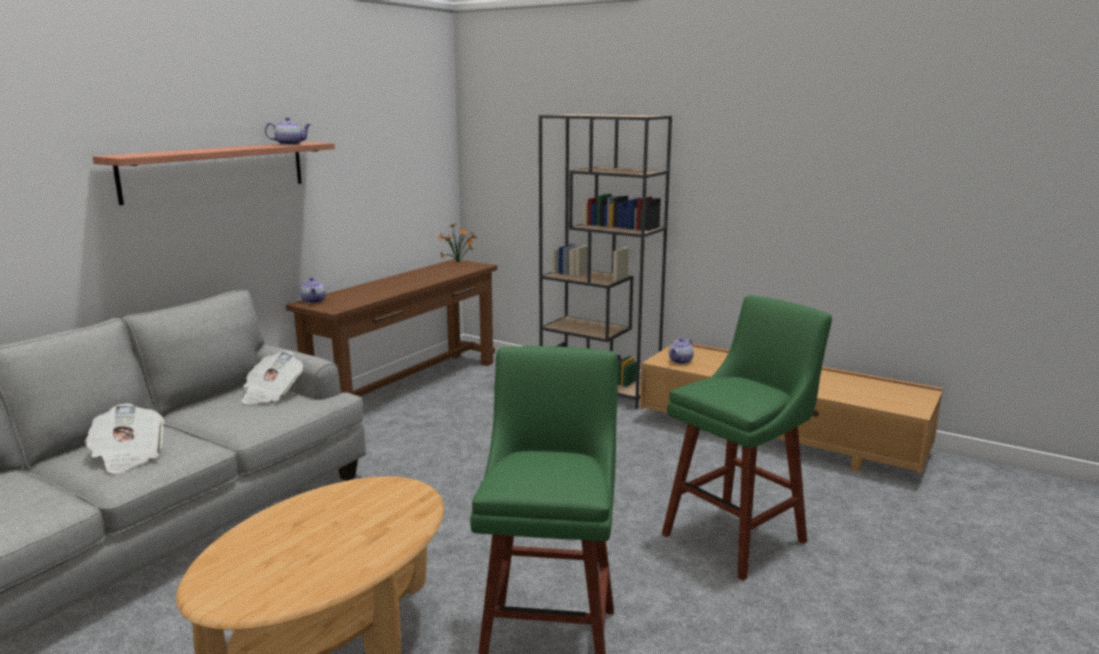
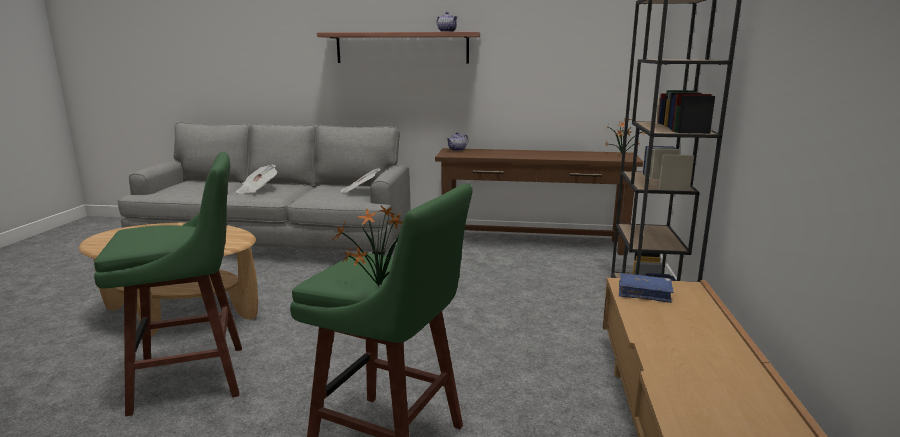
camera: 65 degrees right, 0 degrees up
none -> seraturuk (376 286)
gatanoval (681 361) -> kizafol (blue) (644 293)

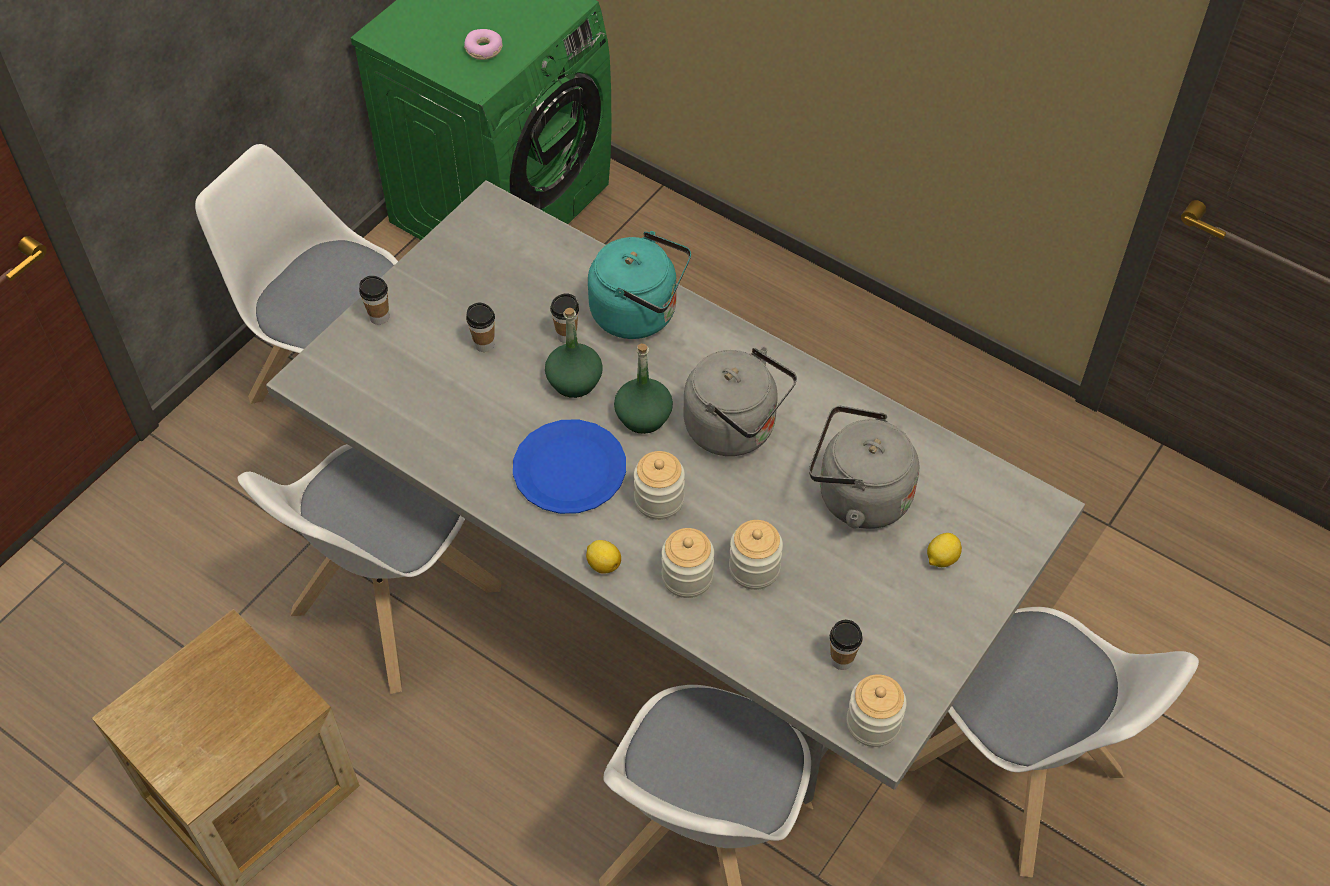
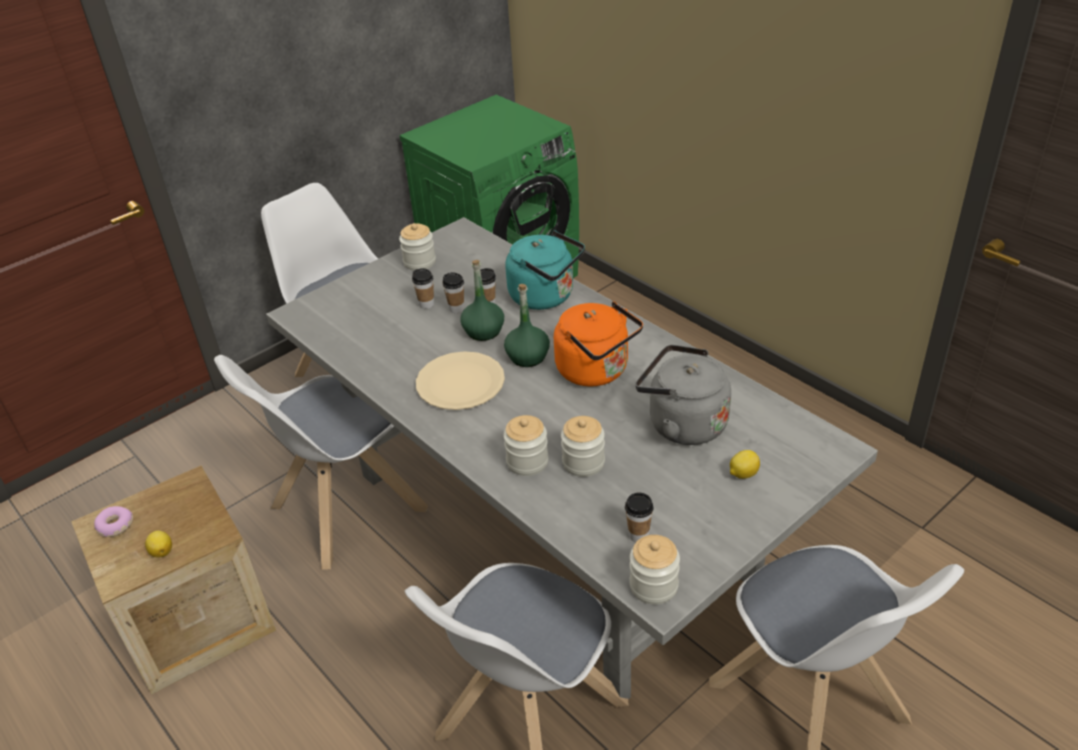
camera: 15 degrees right, 15 degrees down
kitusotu (484 50) -> kitusotu (115 526), shifted
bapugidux (603 564) -> bapugidux (162 551), shifted
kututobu (659 500) -> kututobu (419 262), shifted
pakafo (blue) (569 468) -> pakafo (beige) (460 383)
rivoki (379 317) -> rivoki (456 308), shifted
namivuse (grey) (736 429) -> namivuse (orange) (596 371)

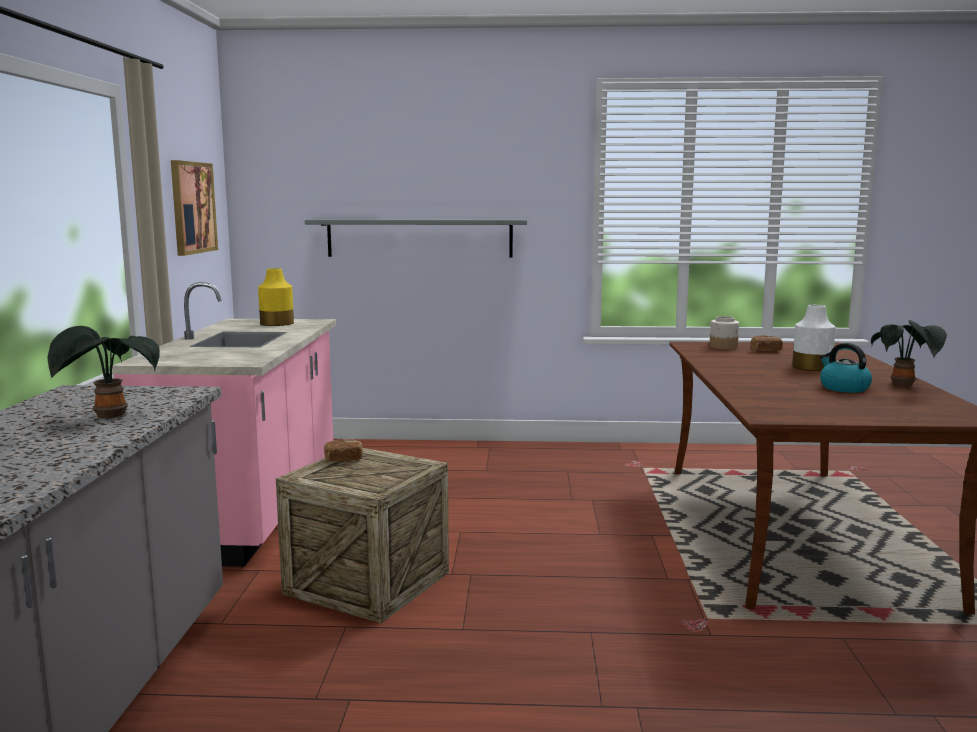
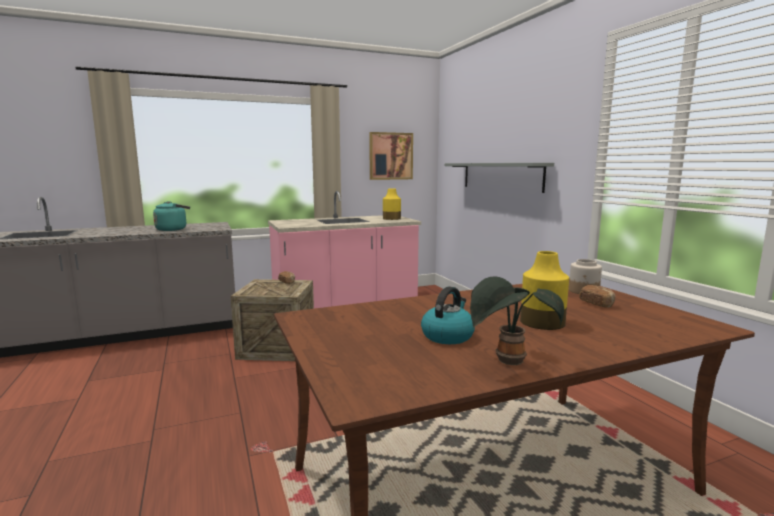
camera: 65 degrees right, 0 degrees up
seraturuk (108 417) -> namivuse (turquoise) (173 229)
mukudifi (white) (812 367) -> mukudifi (yellow) (542 322)

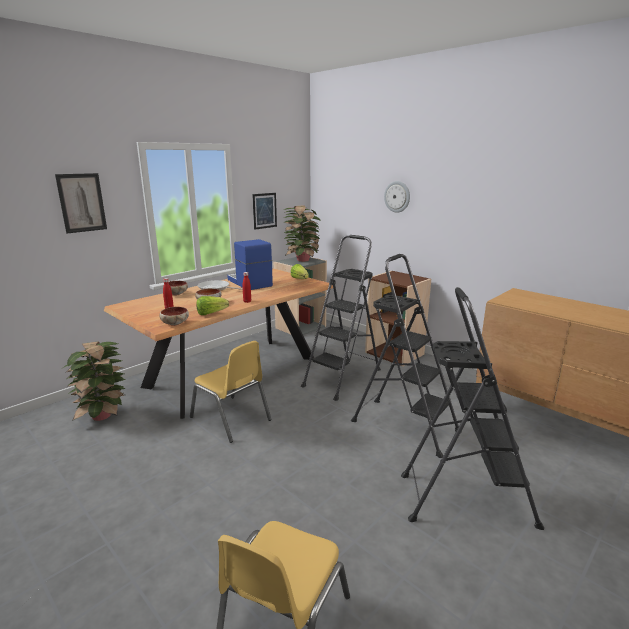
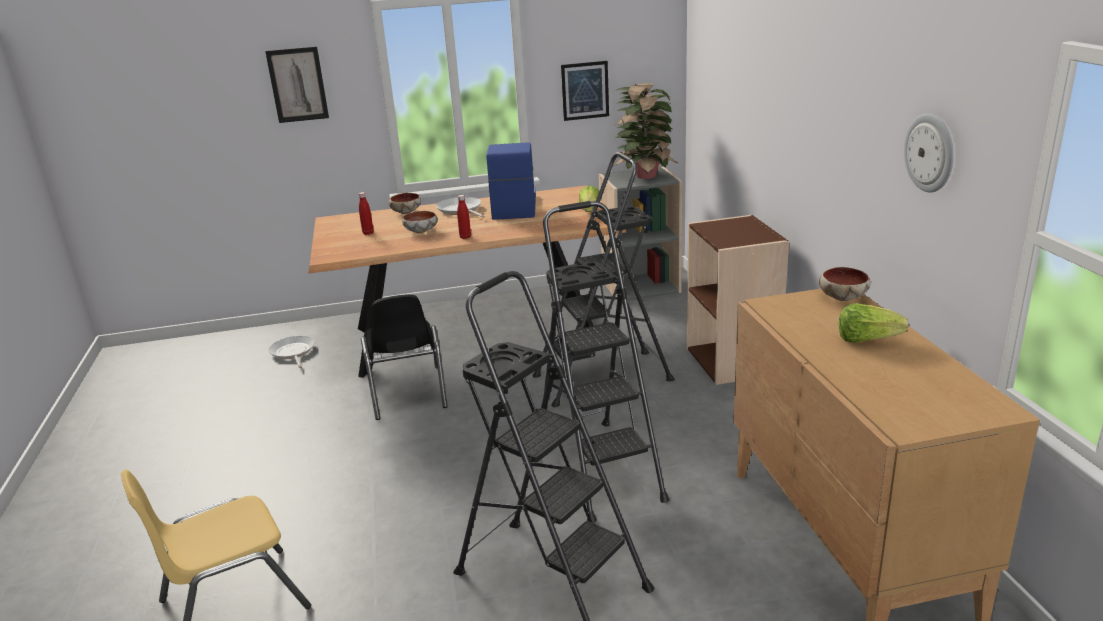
camera: 35 degrees right, 5 degrees up
seraturuk (102 416) -> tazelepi (293 352)
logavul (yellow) (231 419) -> logavul (black) (407 393)
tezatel (175 323) -> tezatel (842 297), shifted
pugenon (211 313) -> pugenon (866 339), shifted
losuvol (397 196) -> losuvol (930 153), shifted

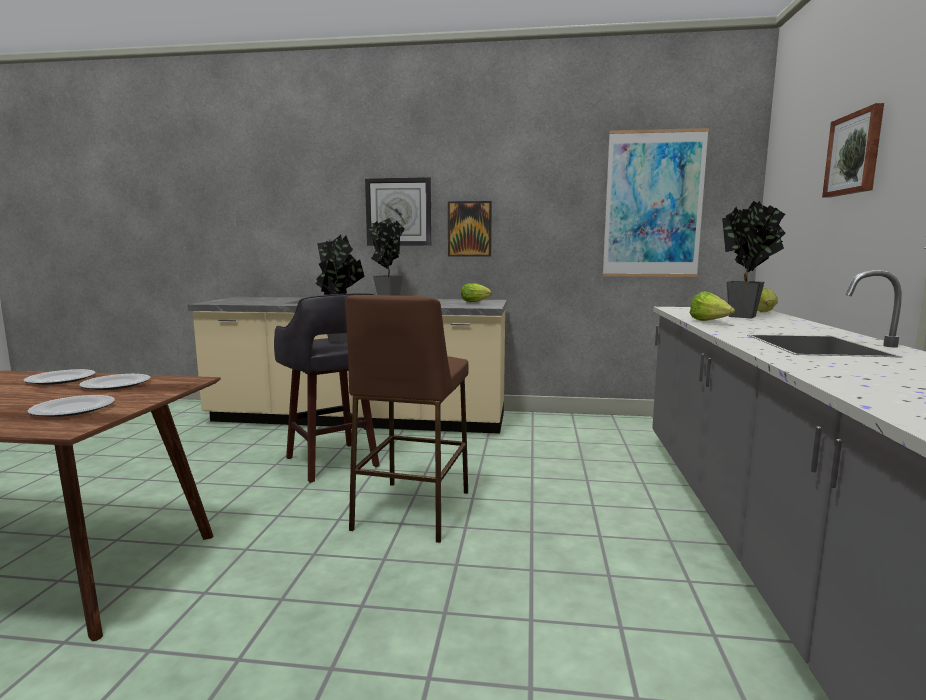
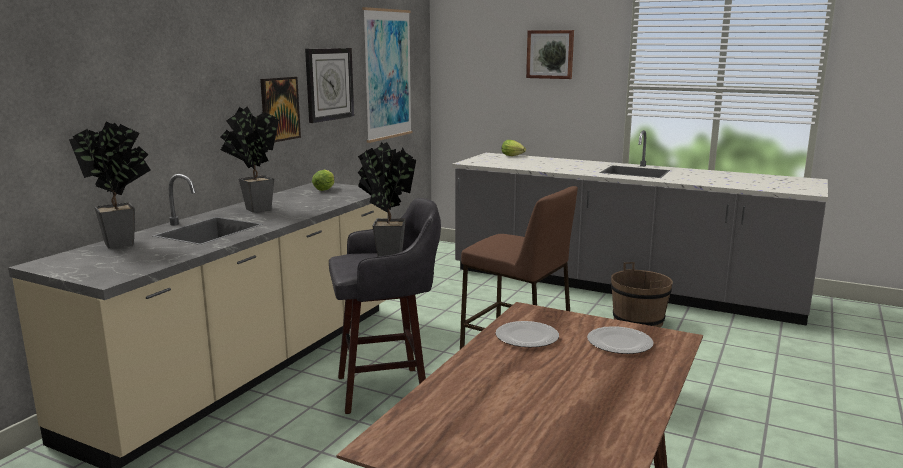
camera: 70 degrees left, 5 degrees up
seraturuk (746 317) -> seraturuk (125 244), shifted
losuvol (399 212) -> losuvol (329 84), shifted
none -> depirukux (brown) (638 321)
pakafo (62 379) -> none
pugenon (710 322) -> none

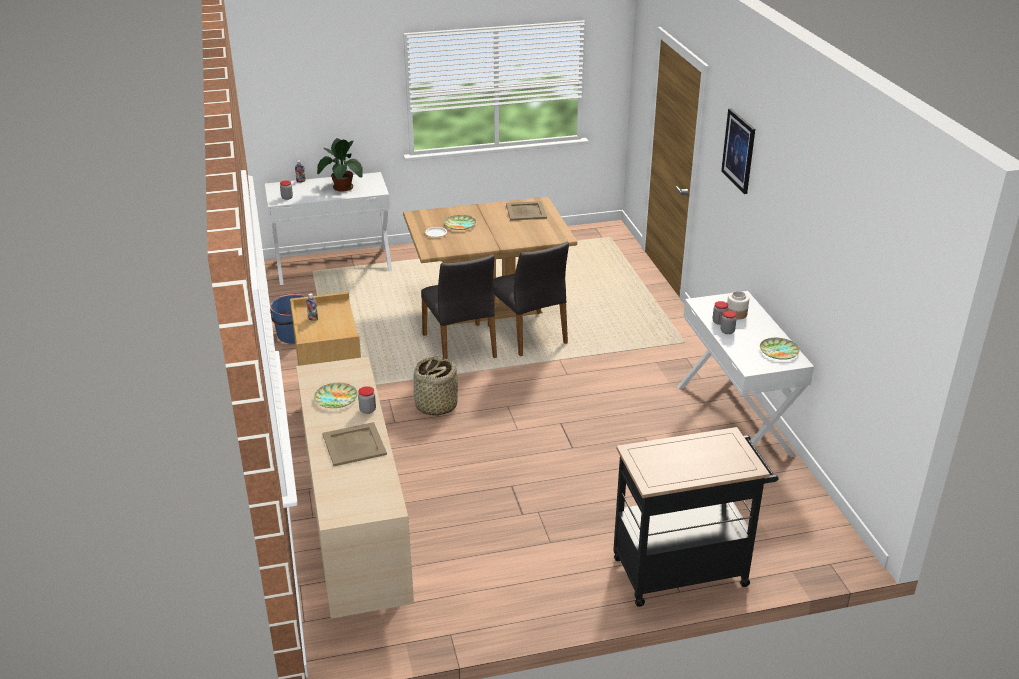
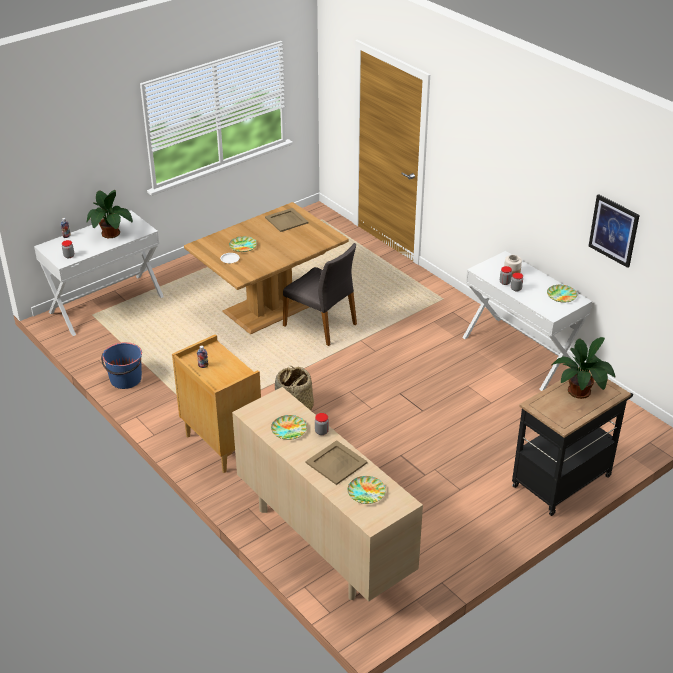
camera: 25 degrees left, 5 degrees up
none -> pakafo (366 492)
none -> seraturuk (581 391)
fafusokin (739 150) -> fafusokin (614 230), shifted
logavul (grey) (460 346) -> none

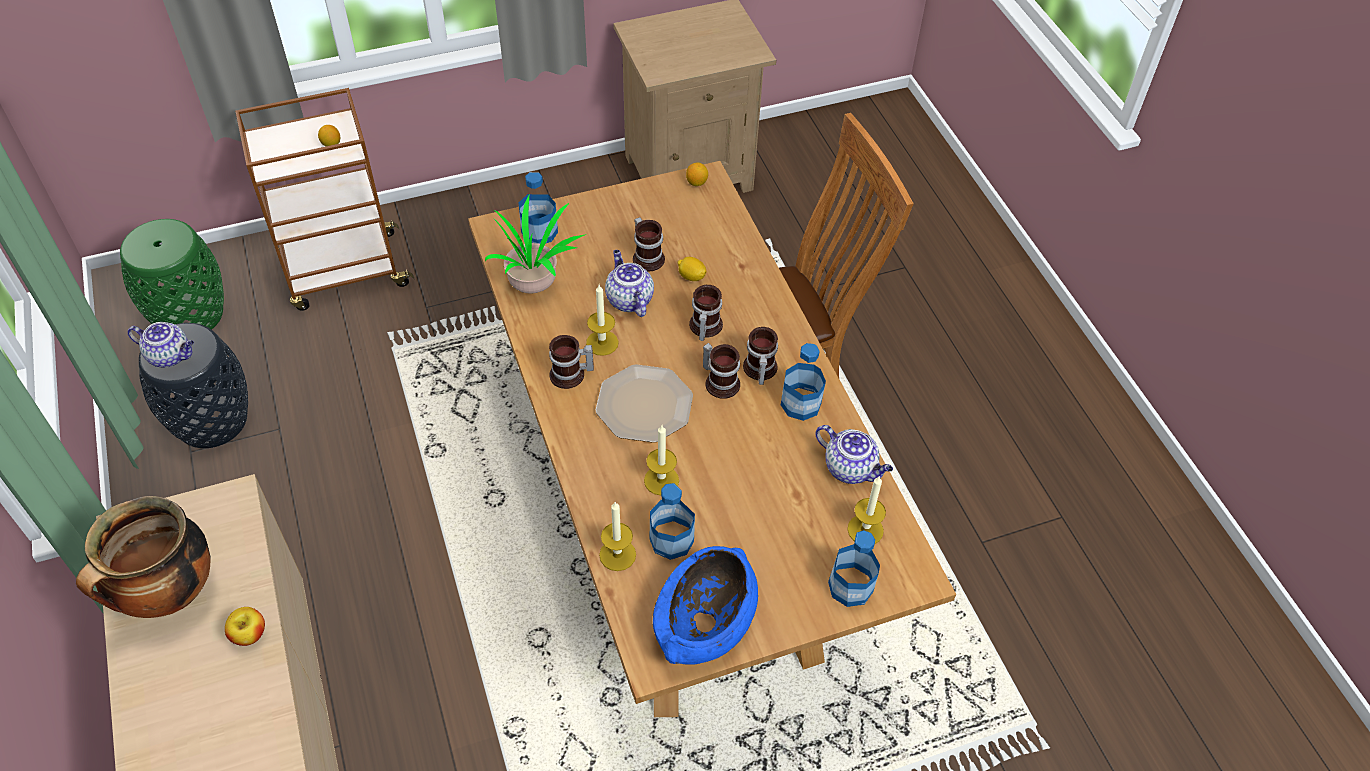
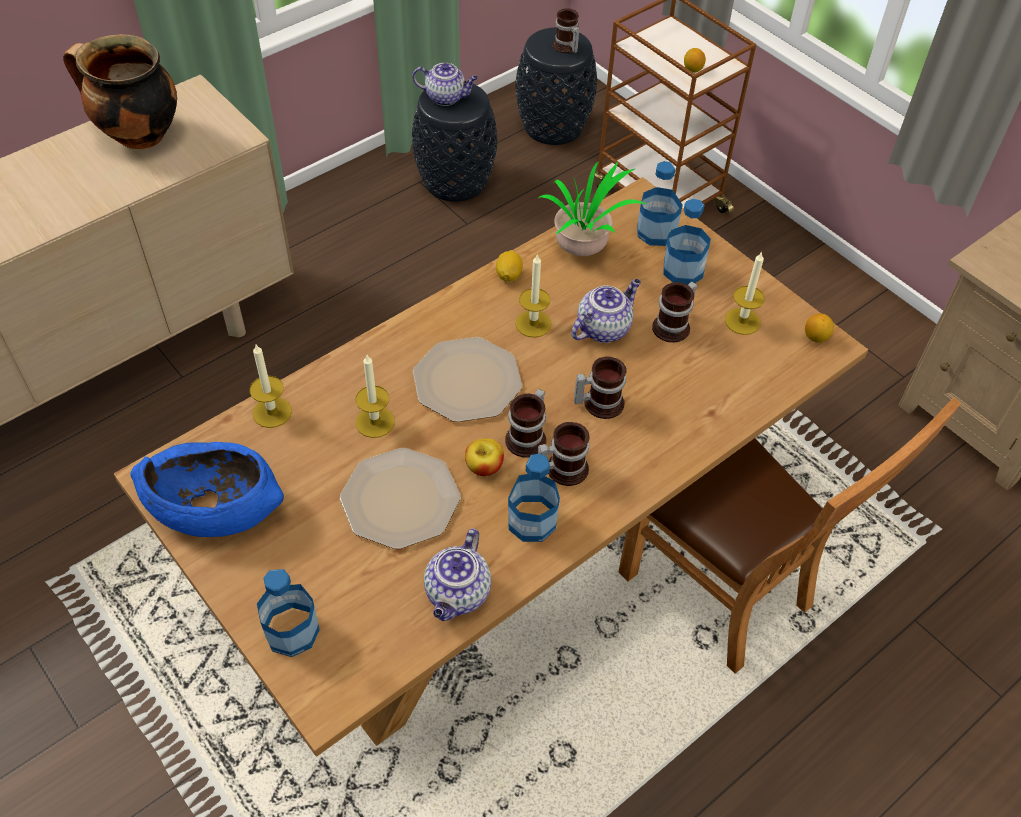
camera: 70 degrees right, 0 degrees up
none -> pakafo (401 500)
gatanoval (171 355) -> gatanoval (446 97), 75 degrees counterclockwise
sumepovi (249 634) -> sumepovi (484 467), shifted
bapugidux (691 277) -> bapugidux (509 275), shifted
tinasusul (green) (190 315) -> tinasusul (black) (553 126)
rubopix (571 376) -> rubopix (566 47), shifted
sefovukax (671 540) -> sefovukax (683 270), shifted
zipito (865 530) -> zipito (742 321), shifted

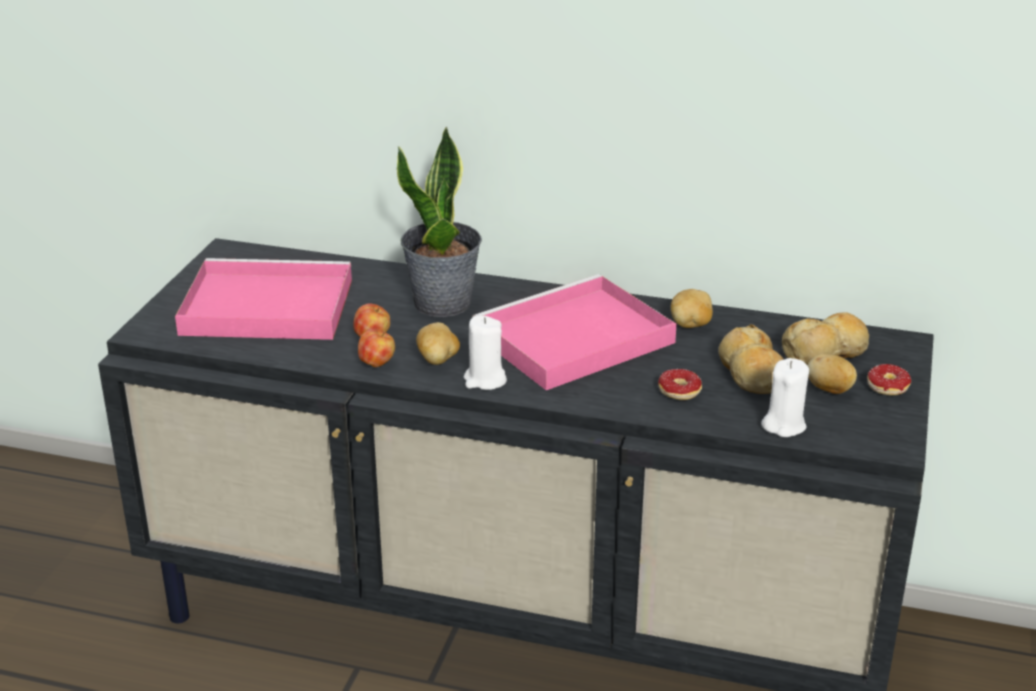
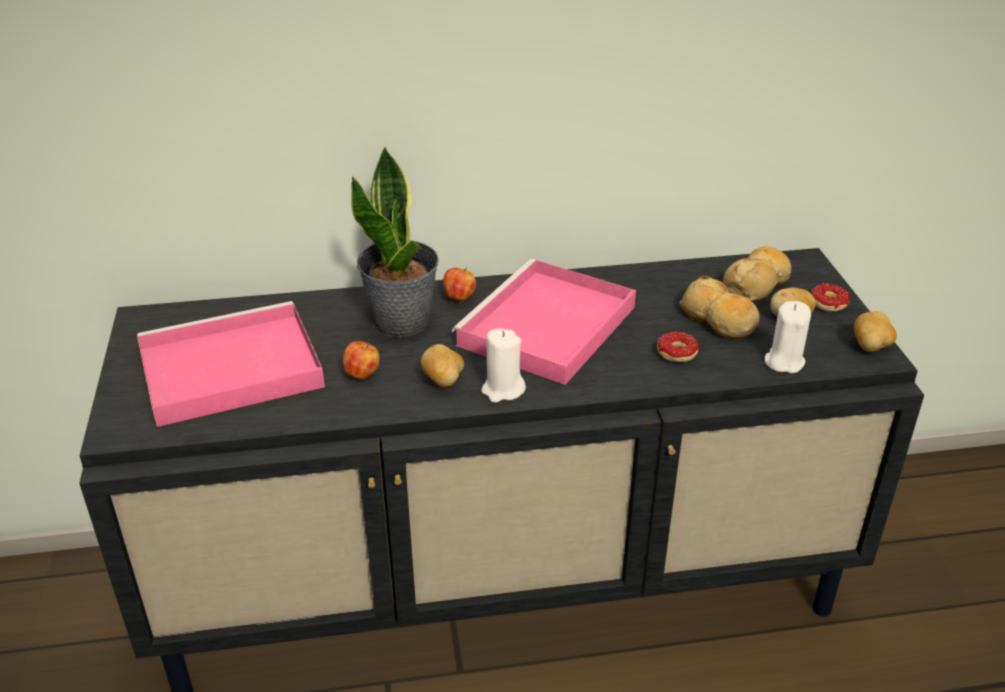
camera: 25 degrees left, 5 degrees up
sumepovi (377 363) -> sumepovi (459 297), shifted
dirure (691 325) -> dirure (870 347), shifted

